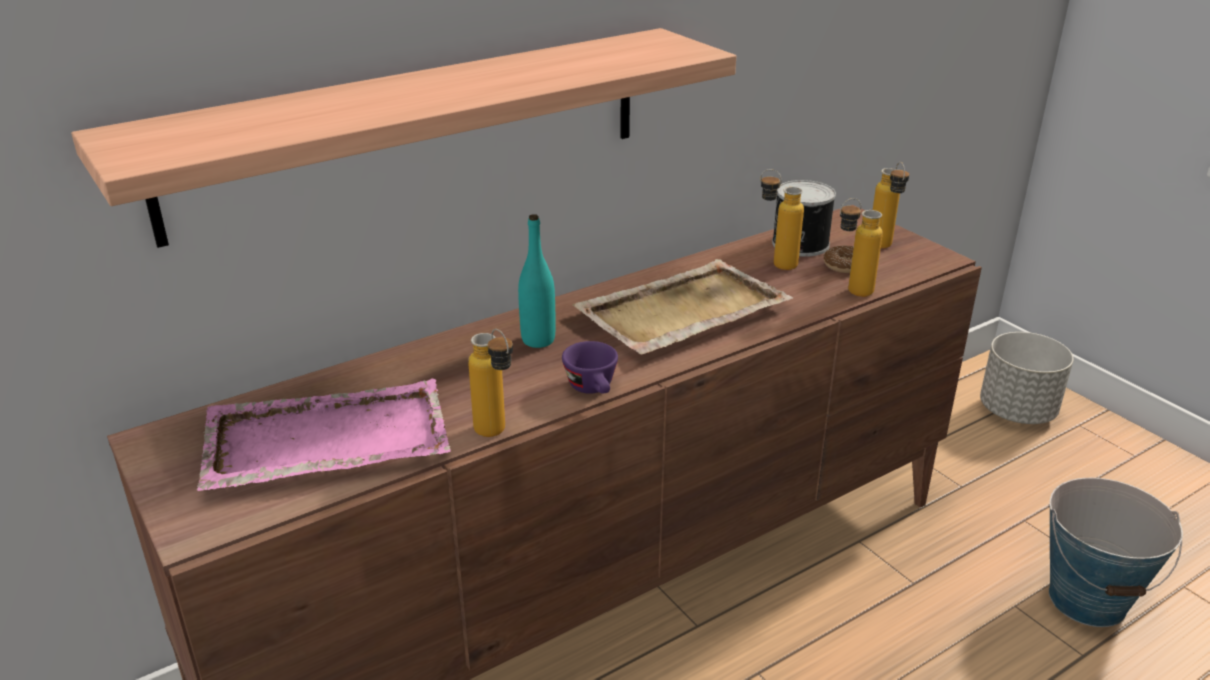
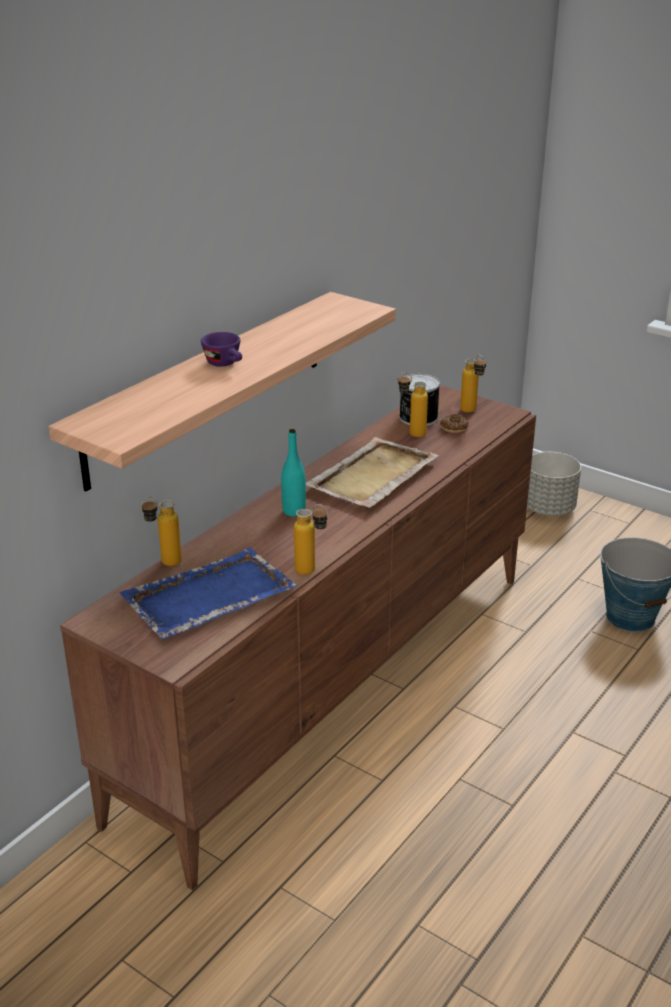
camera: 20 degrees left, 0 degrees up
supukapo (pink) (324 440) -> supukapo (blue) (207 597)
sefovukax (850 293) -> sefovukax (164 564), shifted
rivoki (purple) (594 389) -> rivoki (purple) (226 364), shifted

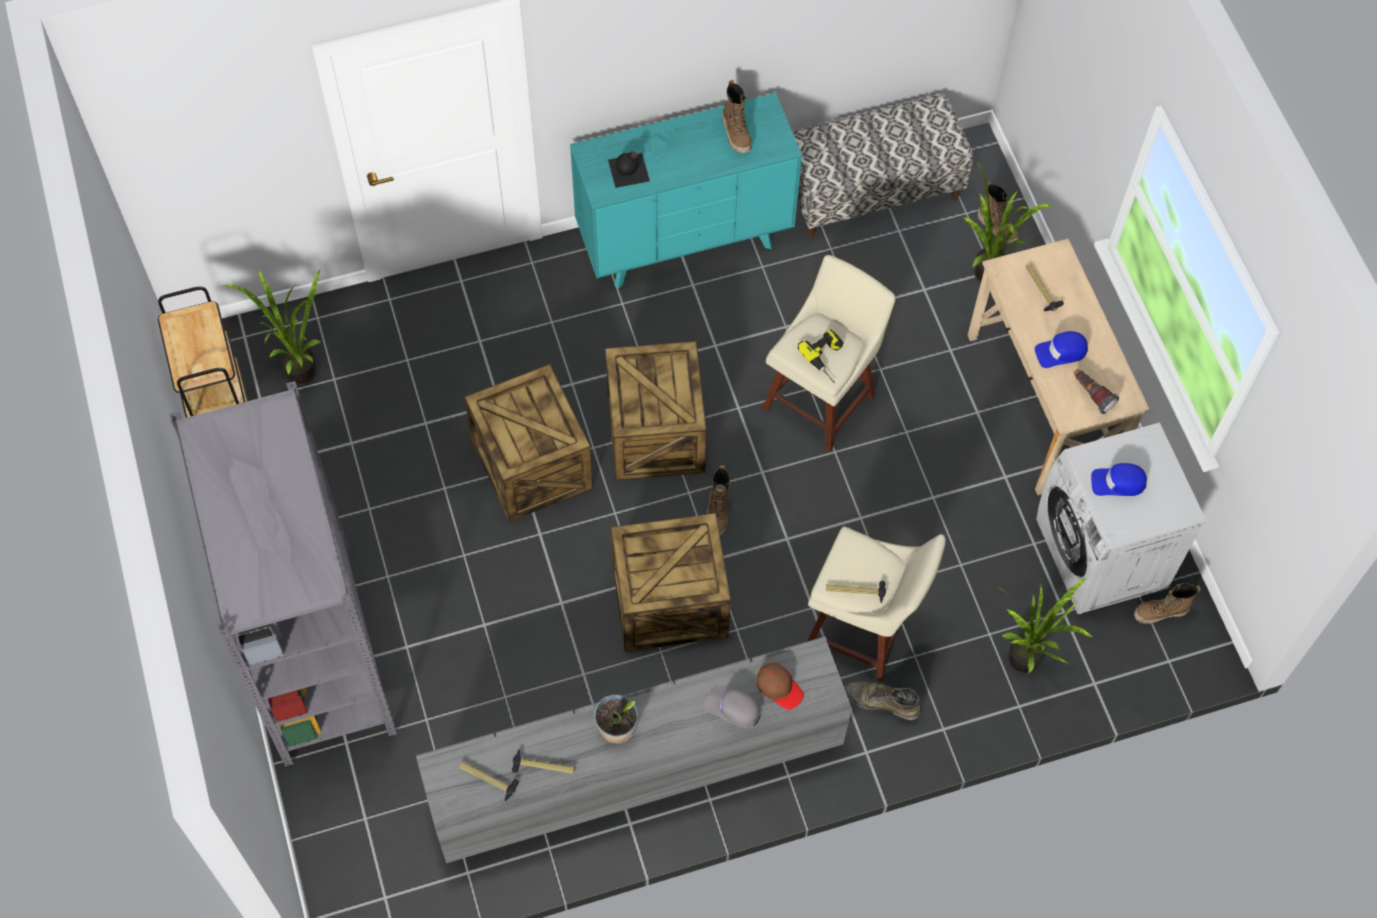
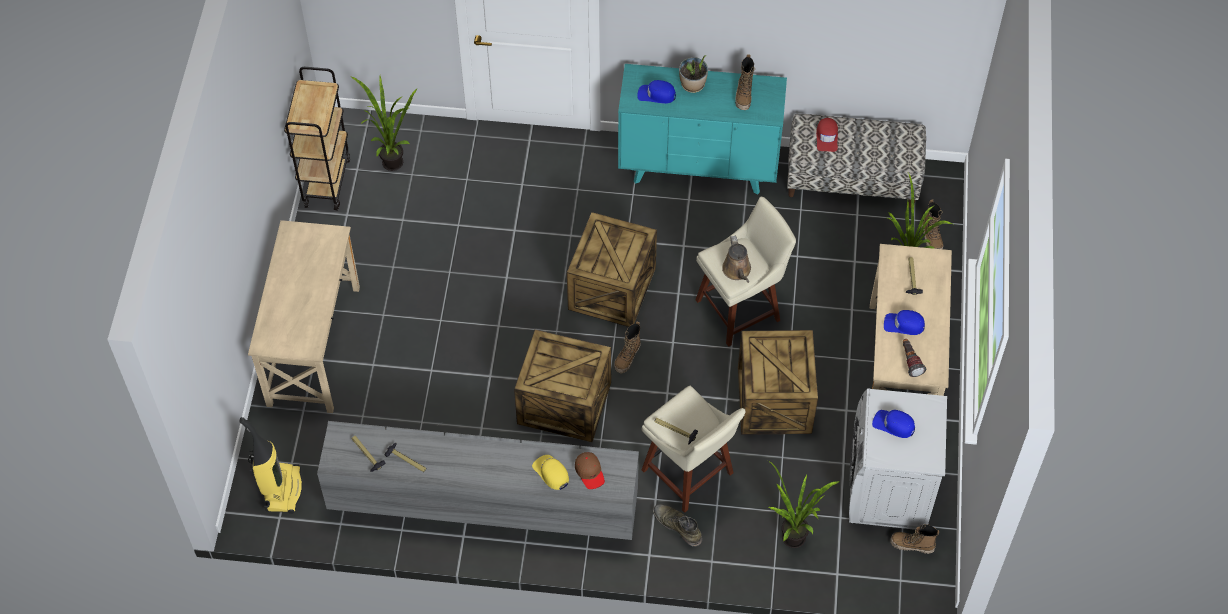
camera: 25 degrees right, 5 degrees down
none -> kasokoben (282 489)
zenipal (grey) (317 652) -> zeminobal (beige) (313 345)
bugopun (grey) (732 708) -> bugopun (yellow) (551 473)
sefovukax (black) (629 170) -> bugopun (blue) (656 95)
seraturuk (617 728) -> seraturuk (692 85), shifted
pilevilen (828 358) -> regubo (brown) (737 271)
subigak (530 464) -> subigak (773 399), shifted
none -> bugopun (red) (827 137)

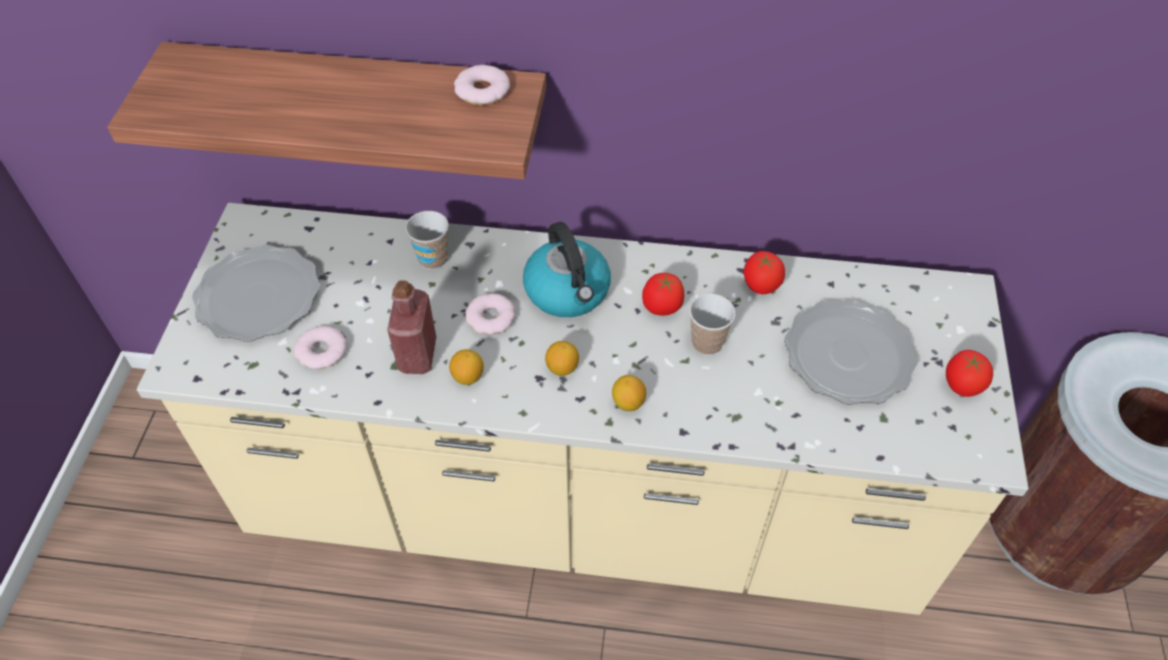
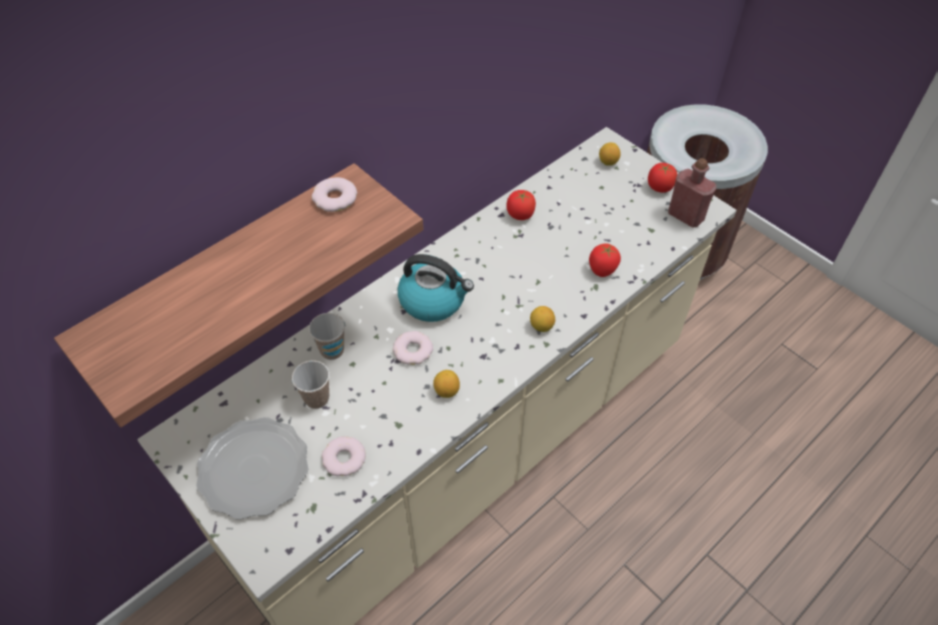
camera: 50 degrees left, 0 degrees up
rivoki (707 343) -> rivoki (316 398), shifted
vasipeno (661 307) -> vasipeno (602 270), shifted
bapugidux (562 368) -> bapugidux (608 162), shifted
sefovukax (red) (417 355) -> sefovukax (red) (685 216), shifted
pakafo (847 354) -> none

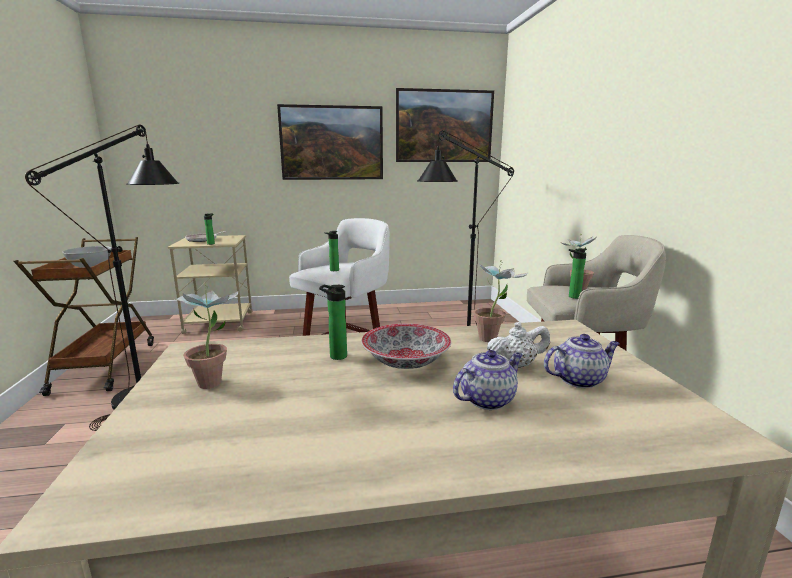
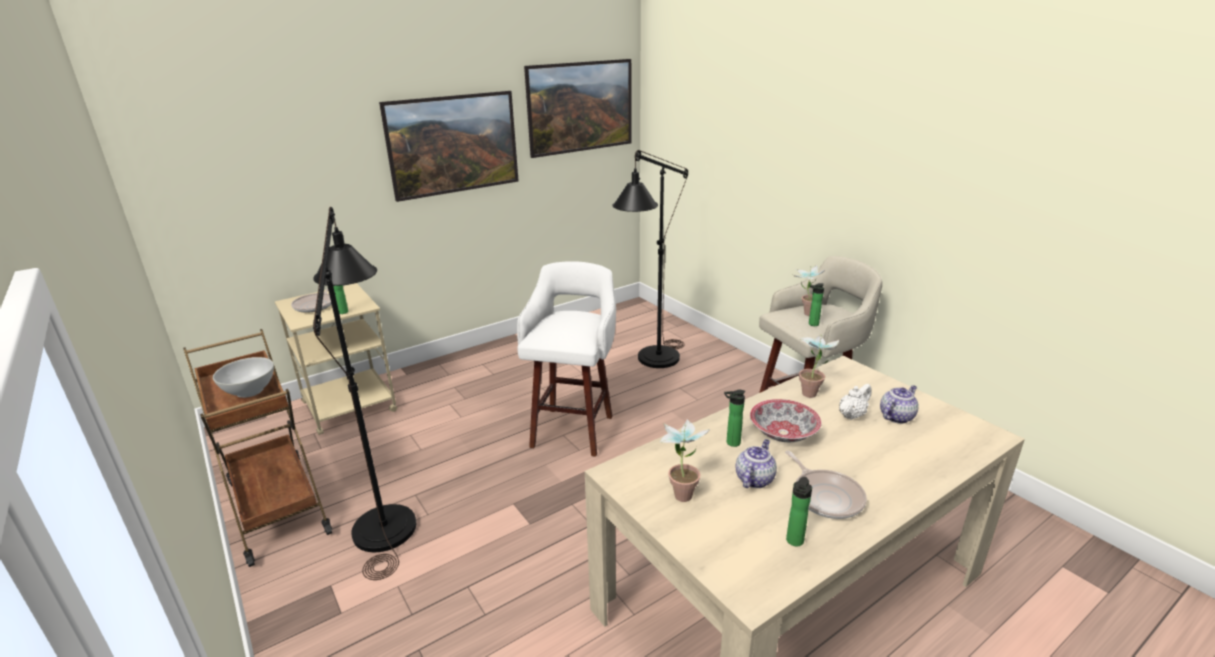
camera: 25 degrees left, 10 degrees up
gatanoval (487 399) -> gatanoval (754 479), shifted
none -> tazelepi (826 496)
sefovukax (333 270) -> sefovukax (794 542), shifted

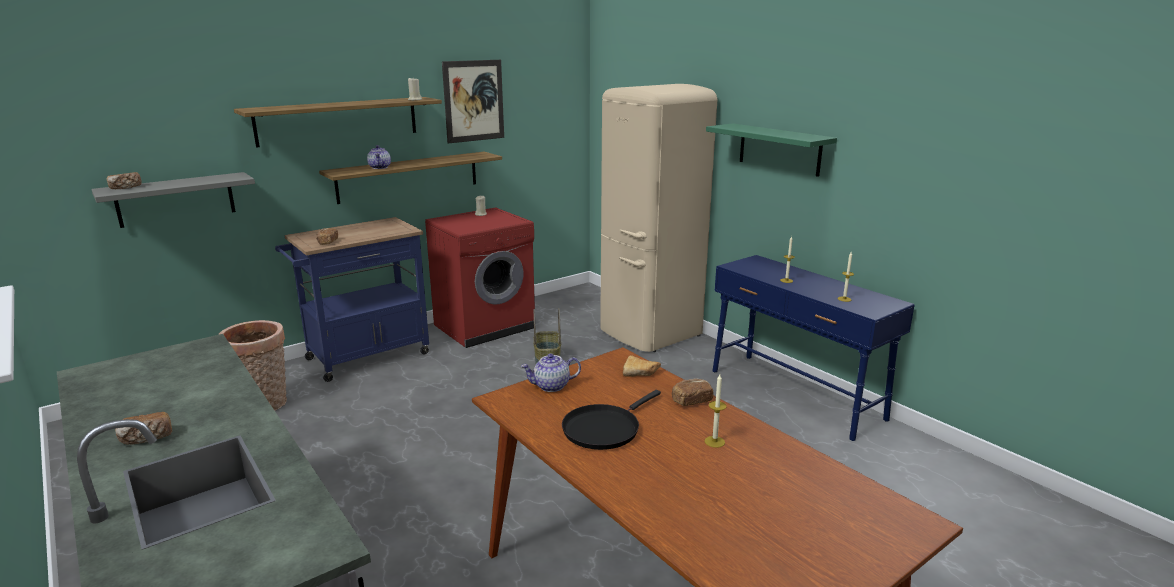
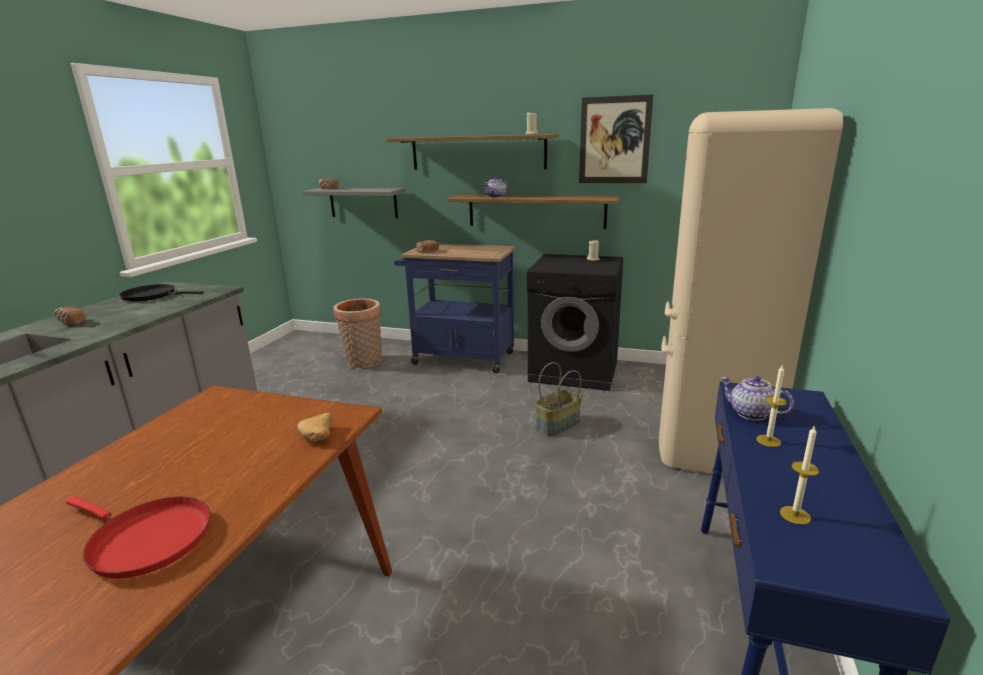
camera: 55 degrees right, 0 degrees up
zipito (714 441) -> tazelepi (red) (146 540)
tazelepi (black) (604 429) -> tazelepi (black) (152 296), shifted
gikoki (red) (486 327) -> gikoki (black) (573 373)
gatanoval (551 386) -> gatanoval (751 414), shifted
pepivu (691 401) -> none
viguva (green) (779 149) -> none

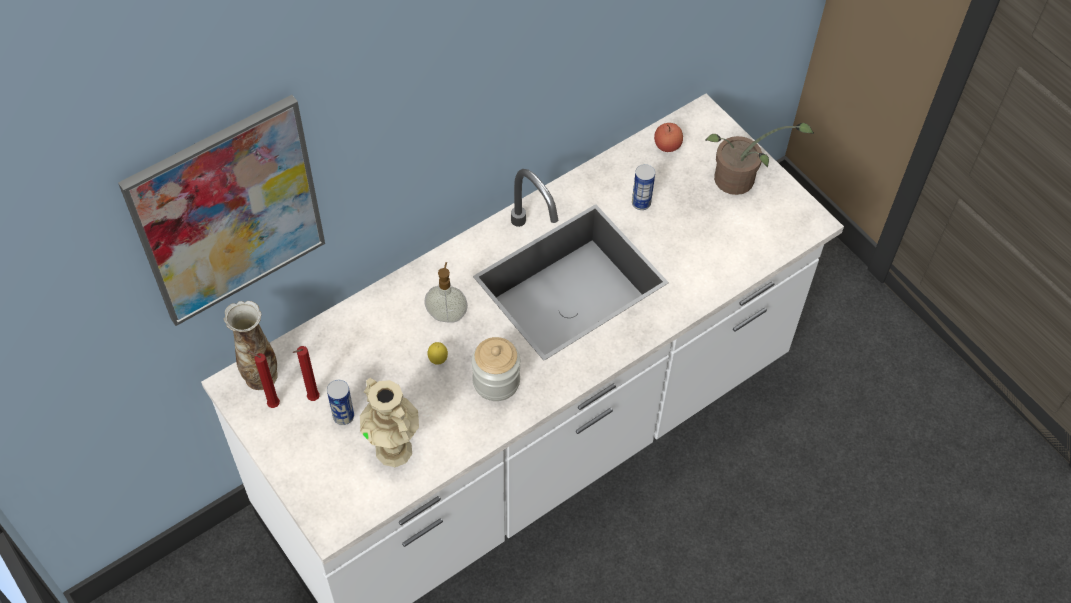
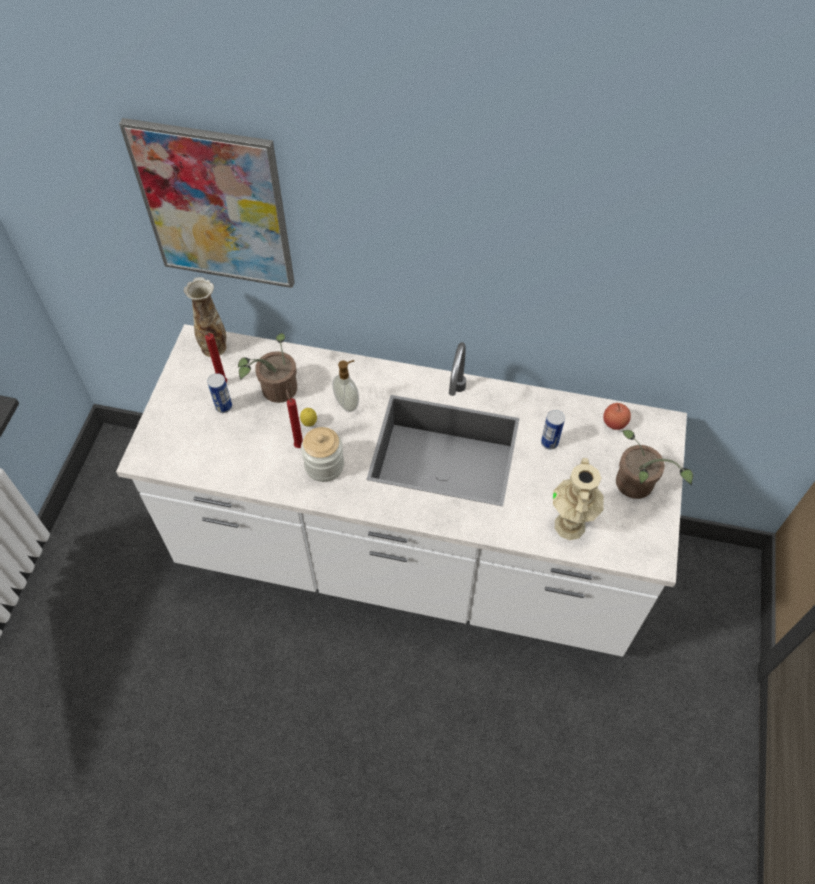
camera: 50 degrees right, 0 degrees up
none -> seraturuk (275 392)
zipito (red) (272 404) -> zipito (red) (298 444), shifted
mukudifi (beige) (394 449) -> mukudifi (beige) (570 526), shifted

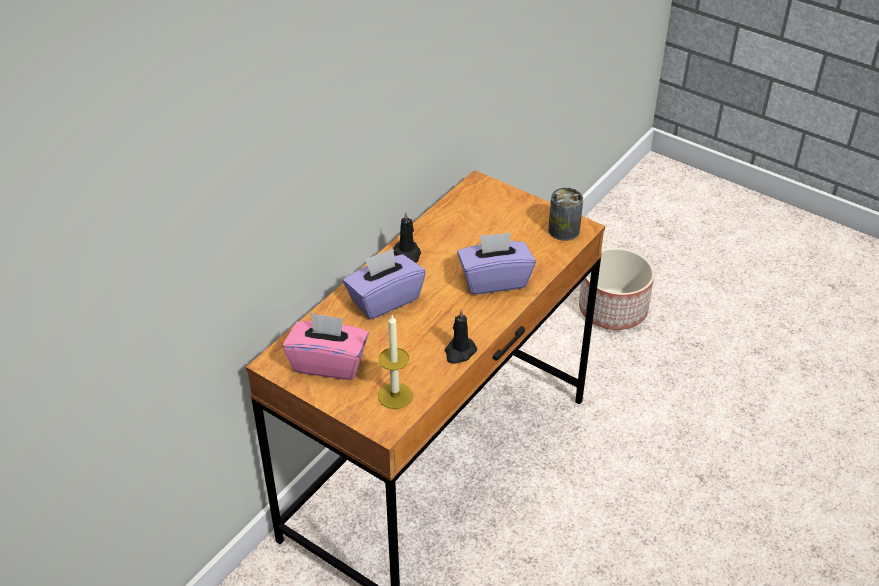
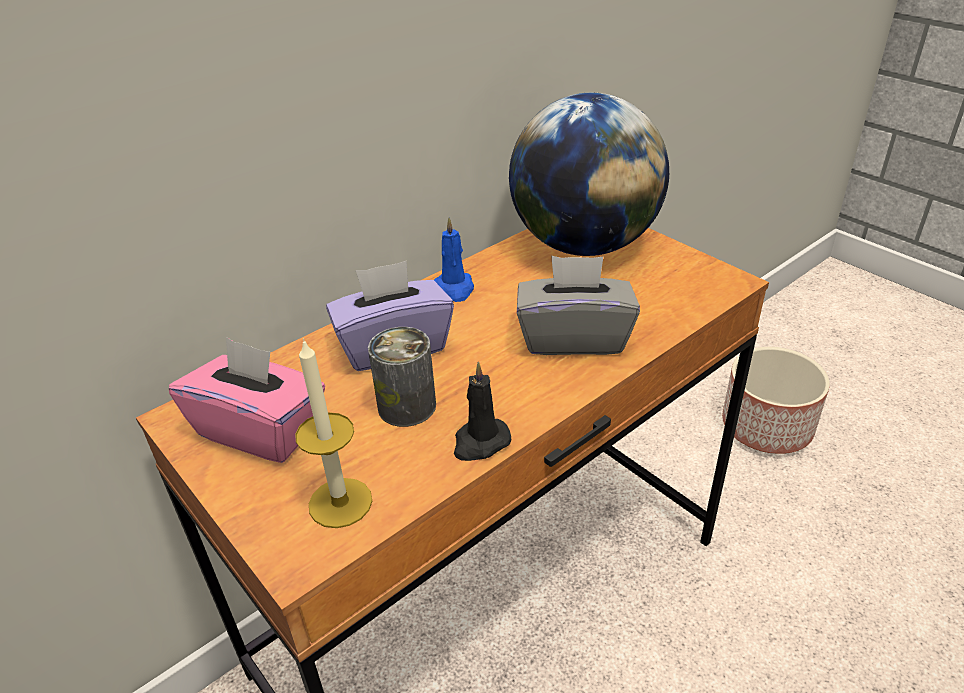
camera: 15 degrees right, 5 degrees down
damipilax (563 230) -> damipilax (407 406), shifted
zipito (black) (407 254) -> zipito (blue) (454 289)
none -> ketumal (584 245)
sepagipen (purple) (494 280) -> sepagipen (grey) (574 338)

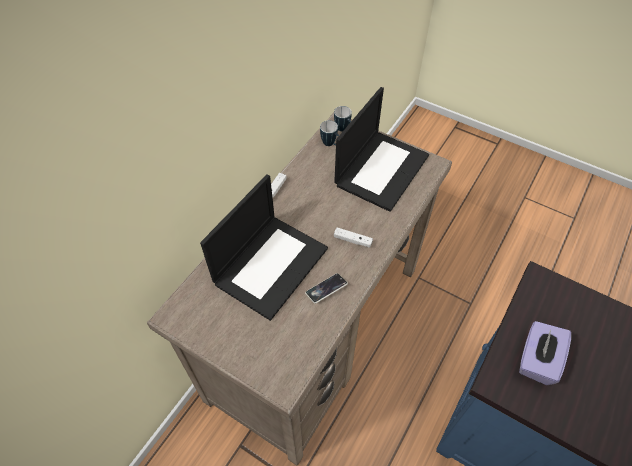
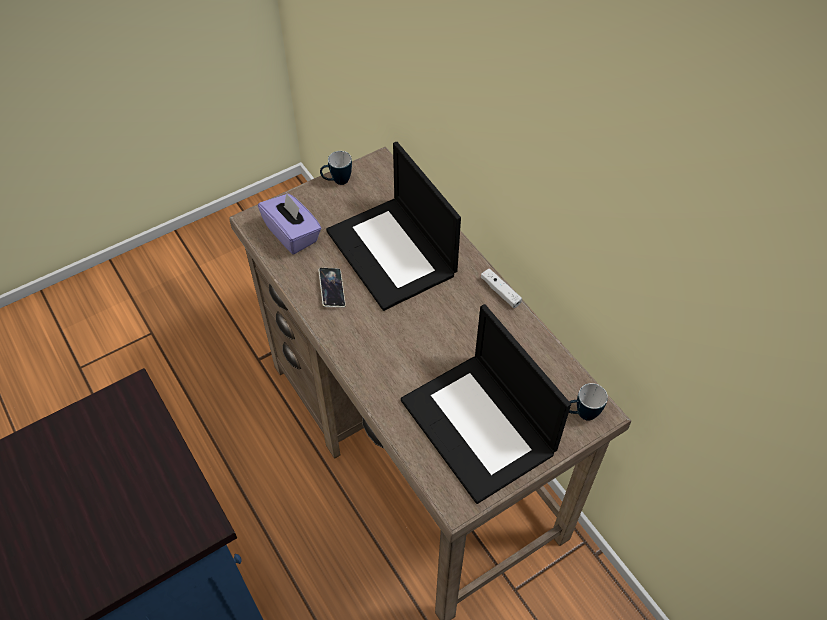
camera: 115 degrees right, 0 degrees up
sepagipen (purple) (536 360) -> sepagipen (purple) (293 234), shifted
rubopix (331 144) -> rubopix (337 181), shifted
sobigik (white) (352 240) -> none

